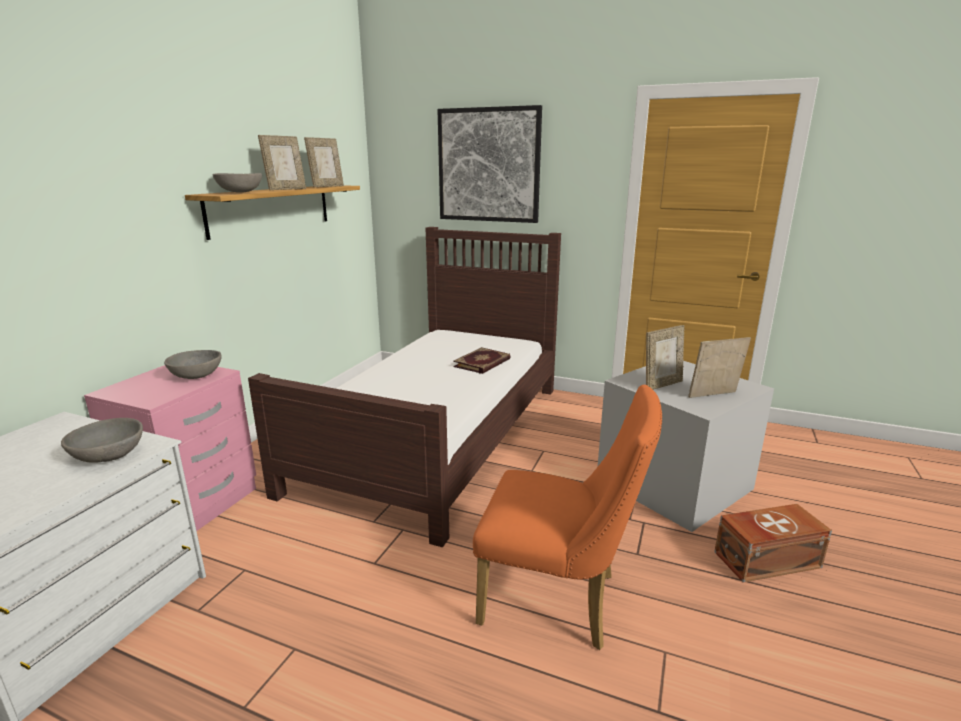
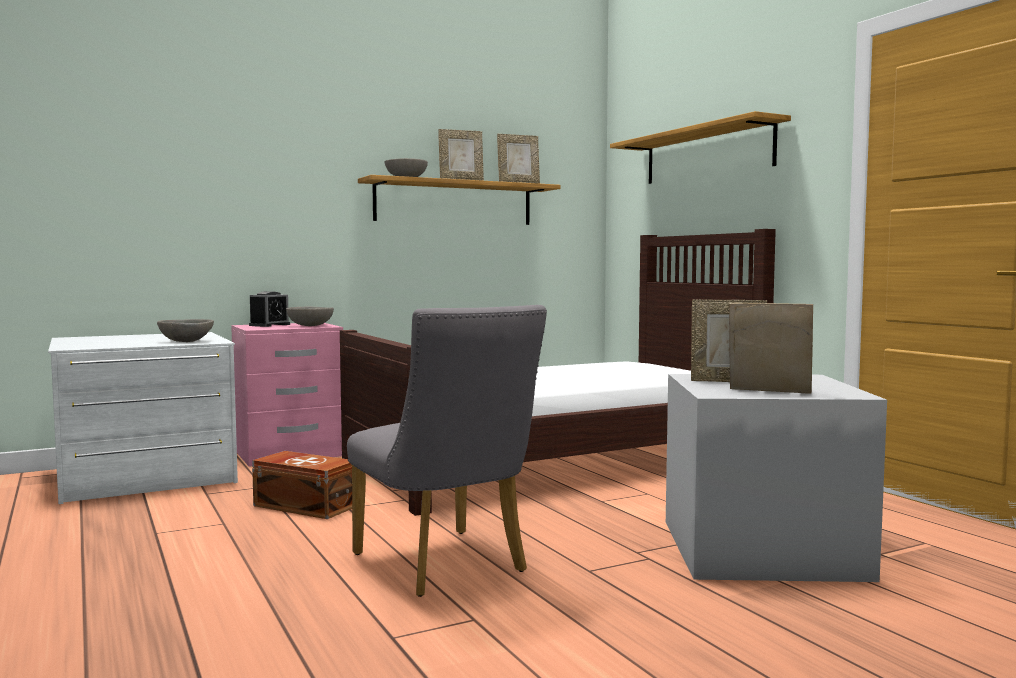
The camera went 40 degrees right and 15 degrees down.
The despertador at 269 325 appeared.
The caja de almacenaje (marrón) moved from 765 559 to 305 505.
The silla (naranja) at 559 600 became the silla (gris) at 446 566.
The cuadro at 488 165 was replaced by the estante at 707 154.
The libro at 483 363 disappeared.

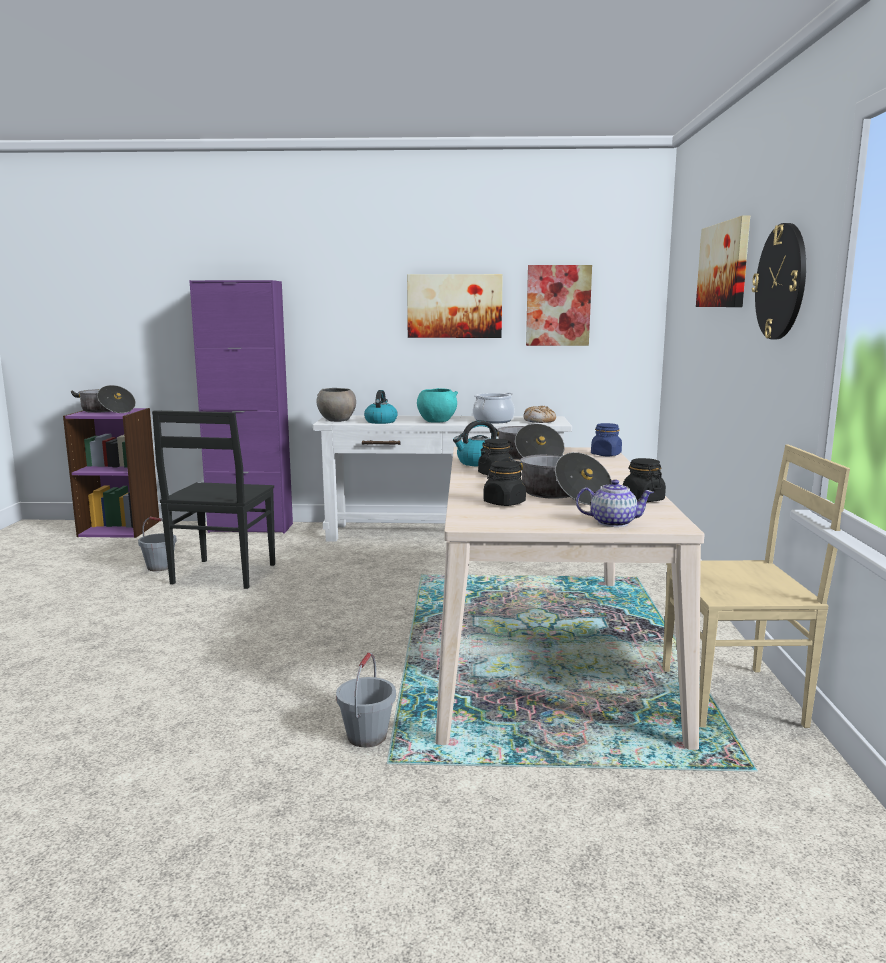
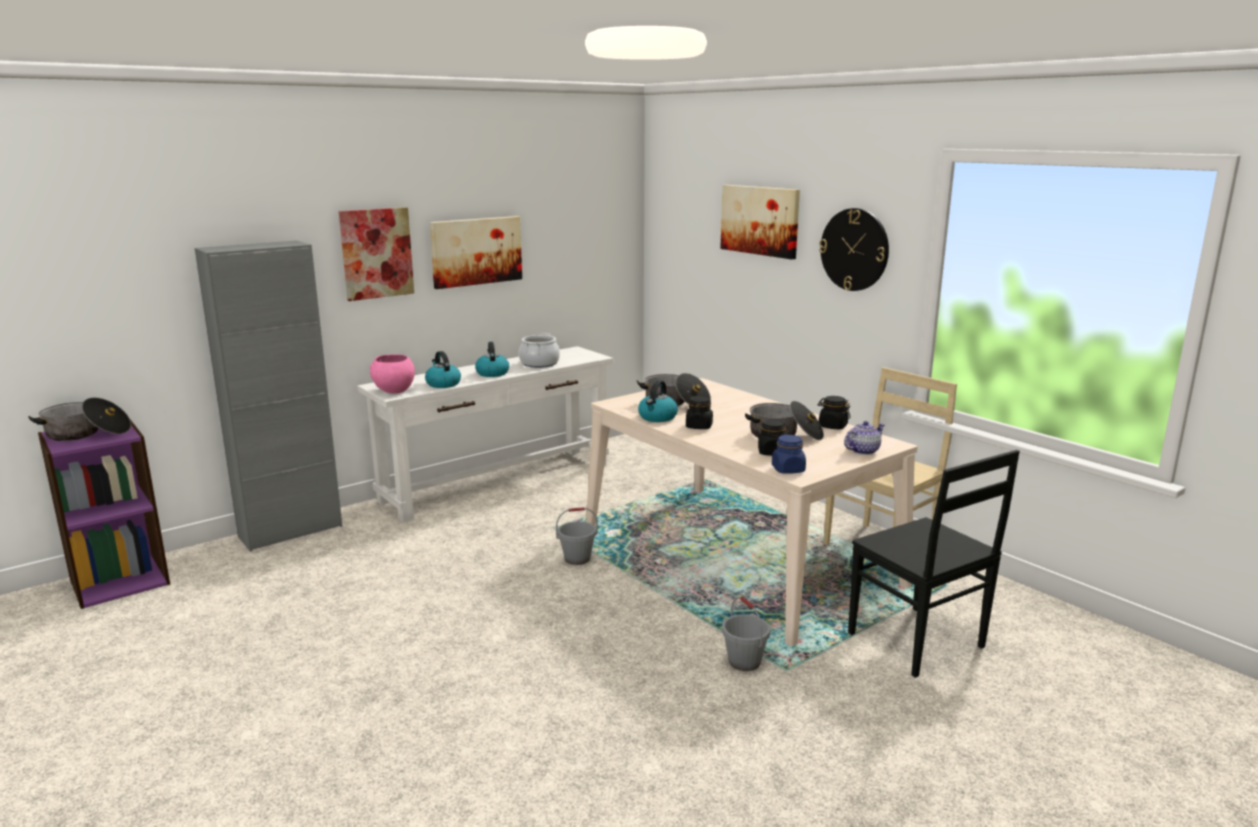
The camera went 40 degrees left and 5 degrees up.
The armario (morado) at 251 528 became the armario (gris) at 290 531.
The cuadro moved from 558 305 to 376 253.
The cuenco (gris) at 336 420 became the cuenco (rosa) at 394 390.
The cuenco (turquesa) at 436 421 was replaced by the hervidor at 492 373.
The cubo (gris) moved from 160 567 to 577 558.
The tarro (azul) moved from 606 455 to 788 470.
The silla (negro) moved from 222 575 to 918 642.
The pan at 539 421 disappeared.

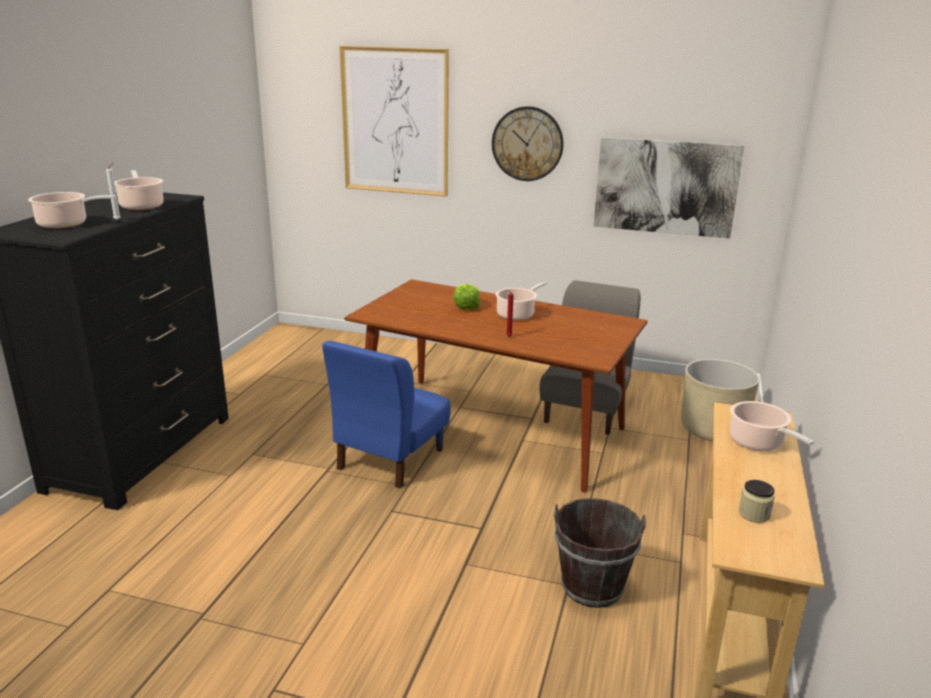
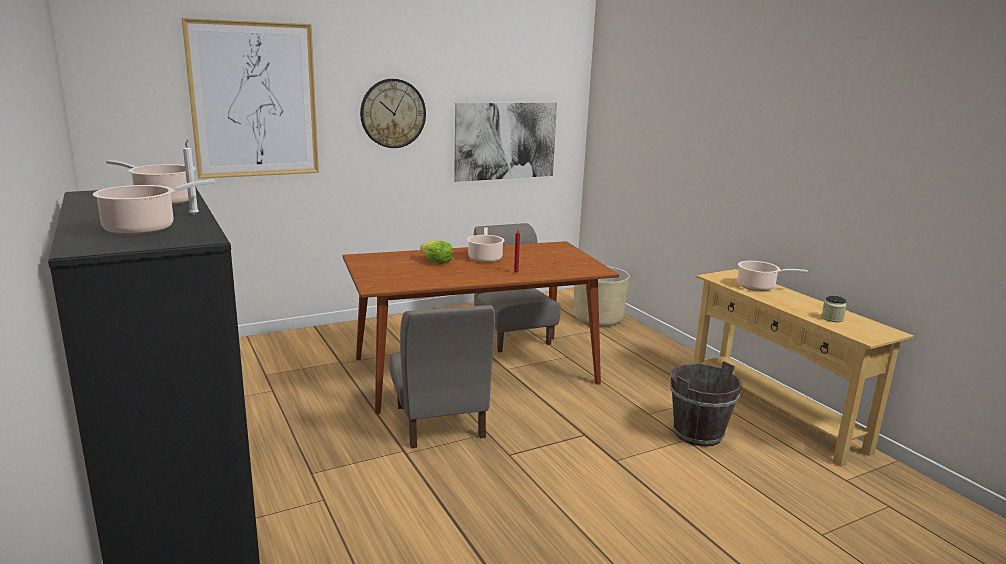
The camera went 45 degrees left and 5 degrees down.
The silla (azul) at 389 459 became the silla (gris) at 439 422.

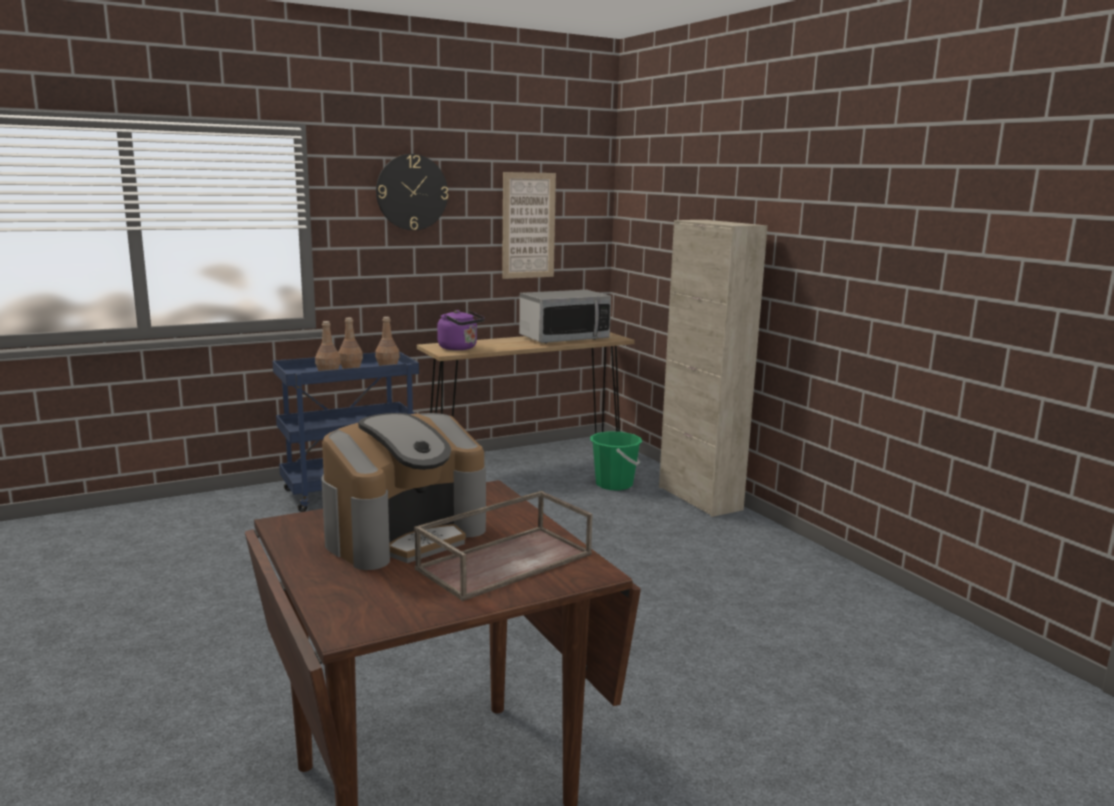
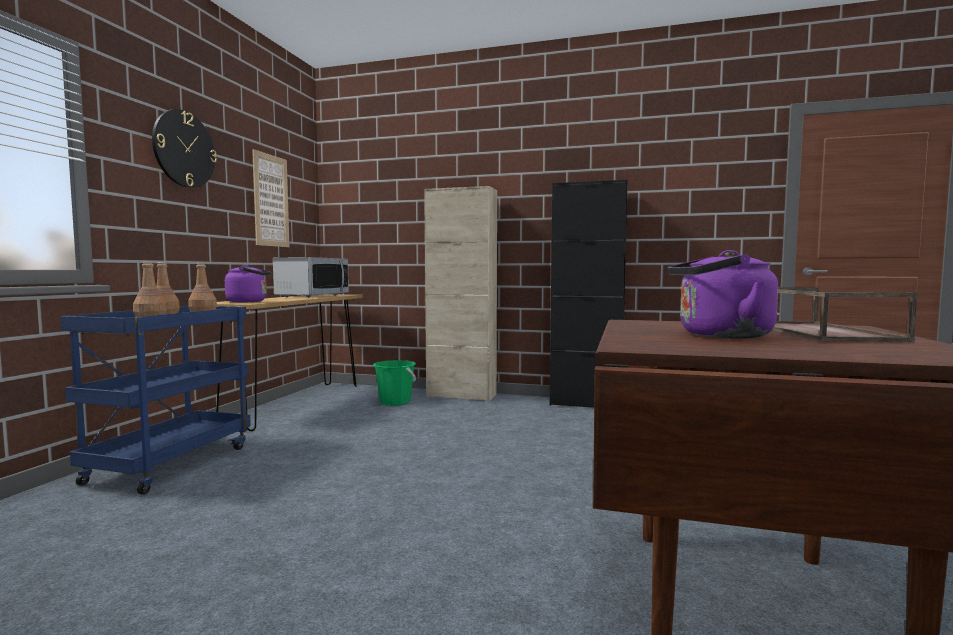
The camera went 45 degrees left and 10 degrees down.
The armario (negro) at 586 404 appeared.
The cafetera at 404 534 was replaced by the hervidor (morado) at 719 335.

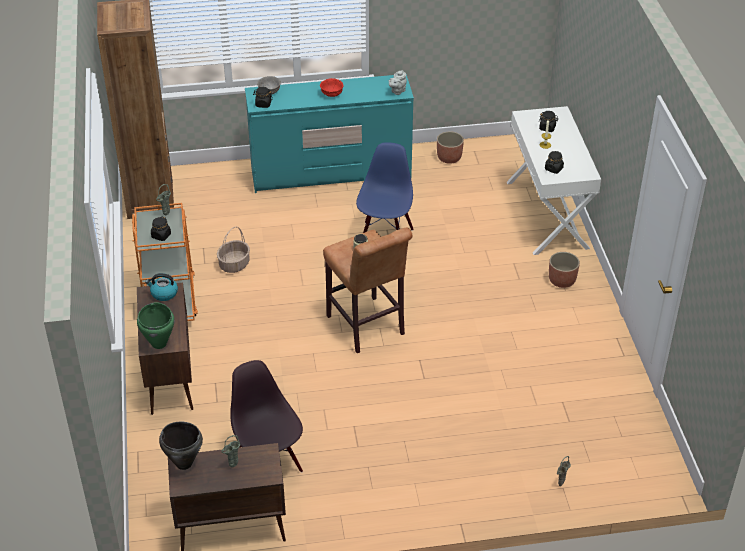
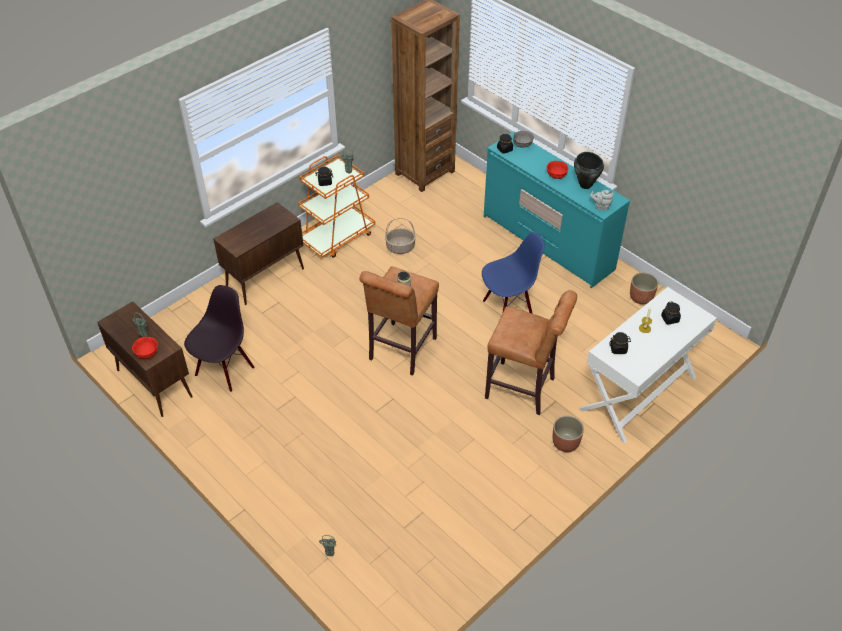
The camera went 55 degrees right and 5 degrees up.
The cuenco (rojo) at 146 353 appeared.
The taburete (marrón) at 523 389 appeared.
The olla (negro) moved from 184 463 to 585 185.
The olla (verde) at 159 343 disappeared.
The hervidor at 163 293 disappeared.

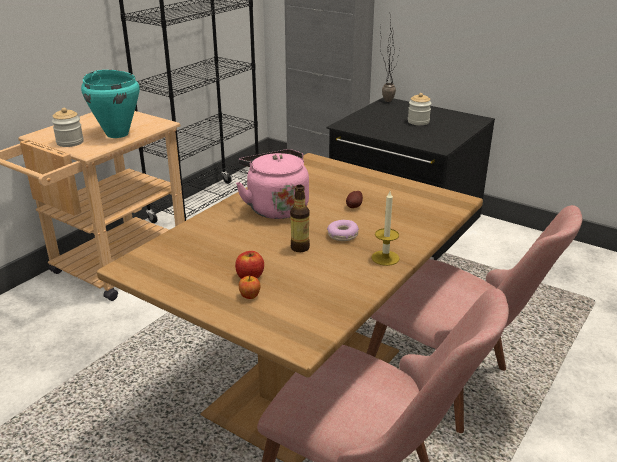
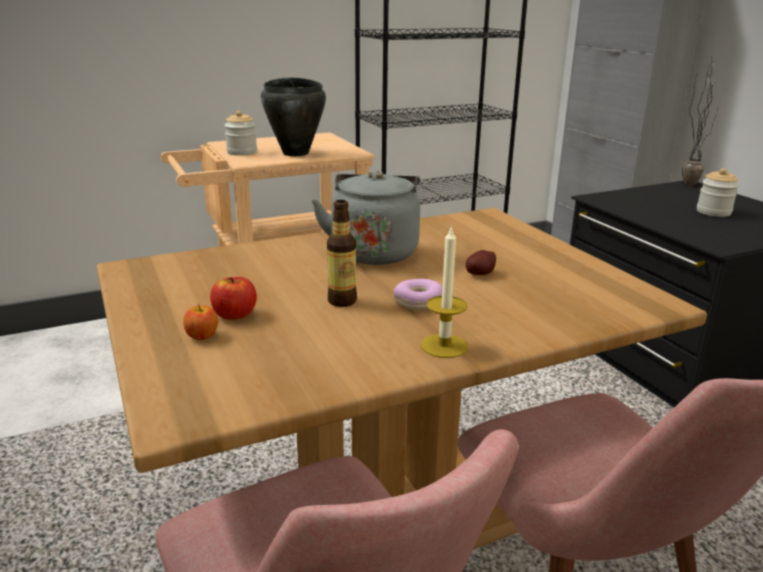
The camera went 30 degrees right and 5 degrees down.
The olla (turquesa) at 117 134 became the olla (negro) at 296 153.
The hervidor (rosa) at 275 207 became the hervidor (gris) at 374 251.

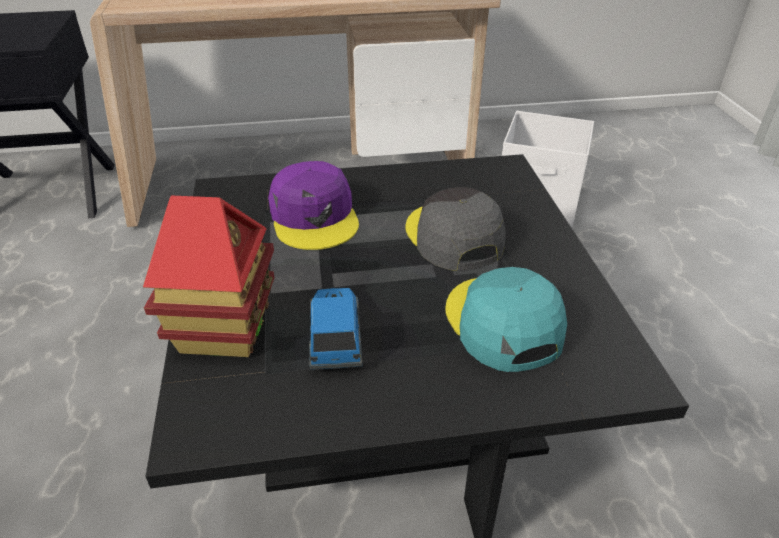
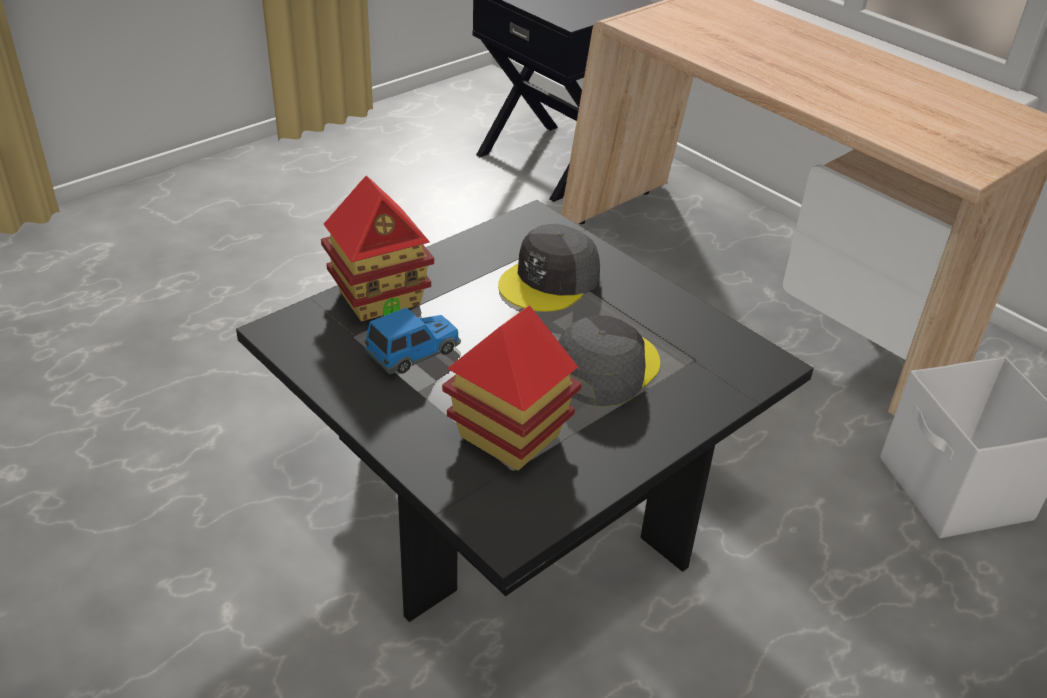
The camera went 55 degrees right and 0 degrees up.
The gorra (turquesa) at 502 324 was replaced by the casita at 509 436.
The gorra (morado) at 314 217 became the gorra (gris) at 550 280.

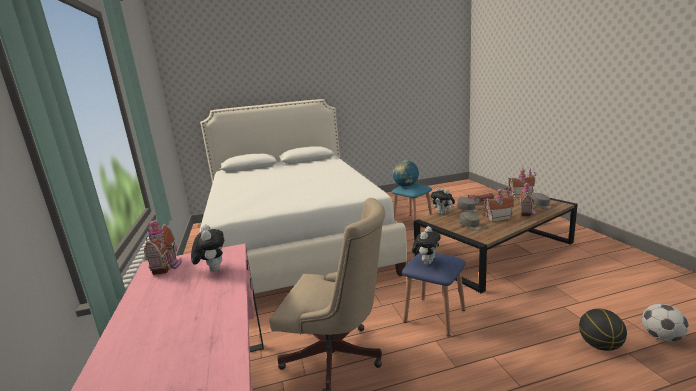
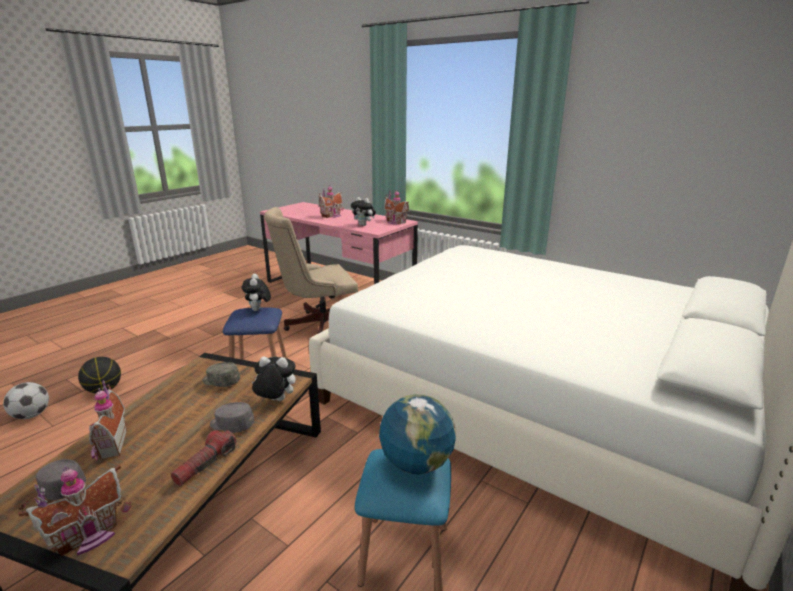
The camera went 140 degrees right and 5 degrees up.
The casita moved from 497 218 to 332 216.

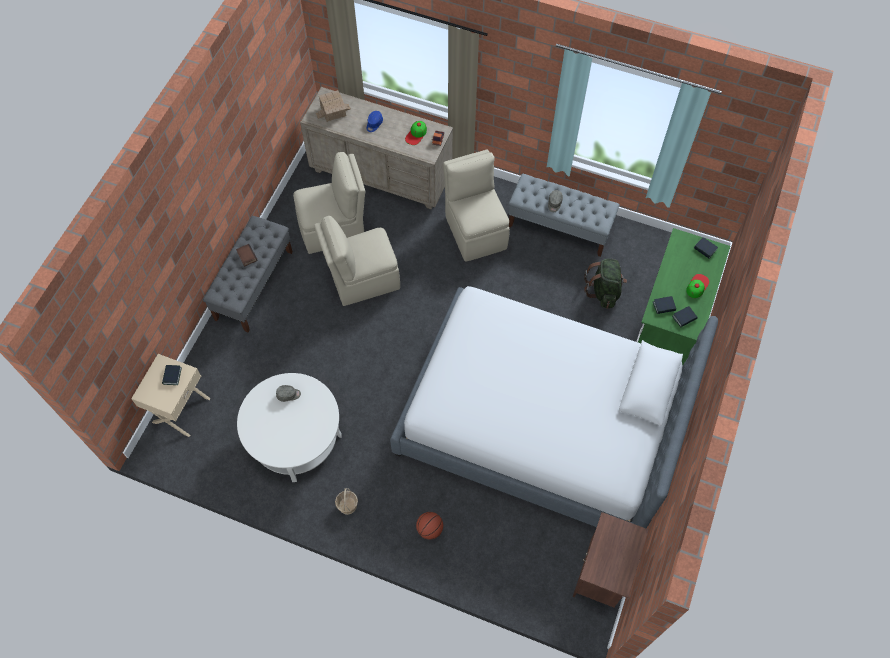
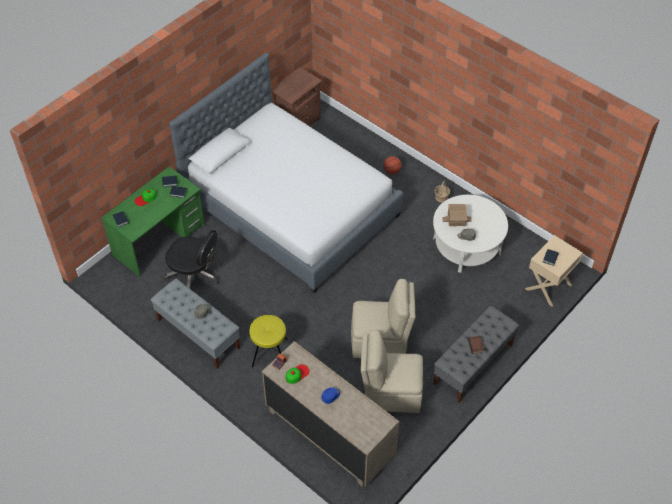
The camera went 160 degrees left and 10 degrees down.
The mochila (verde) at 604 291 was replaced by the silla de oficina (negro) at 194 274.
The silla (beis) at 475 231 was replaced by the taburete (amarillo) at 269 353.
The casita moved from 333 111 to 456 220.

